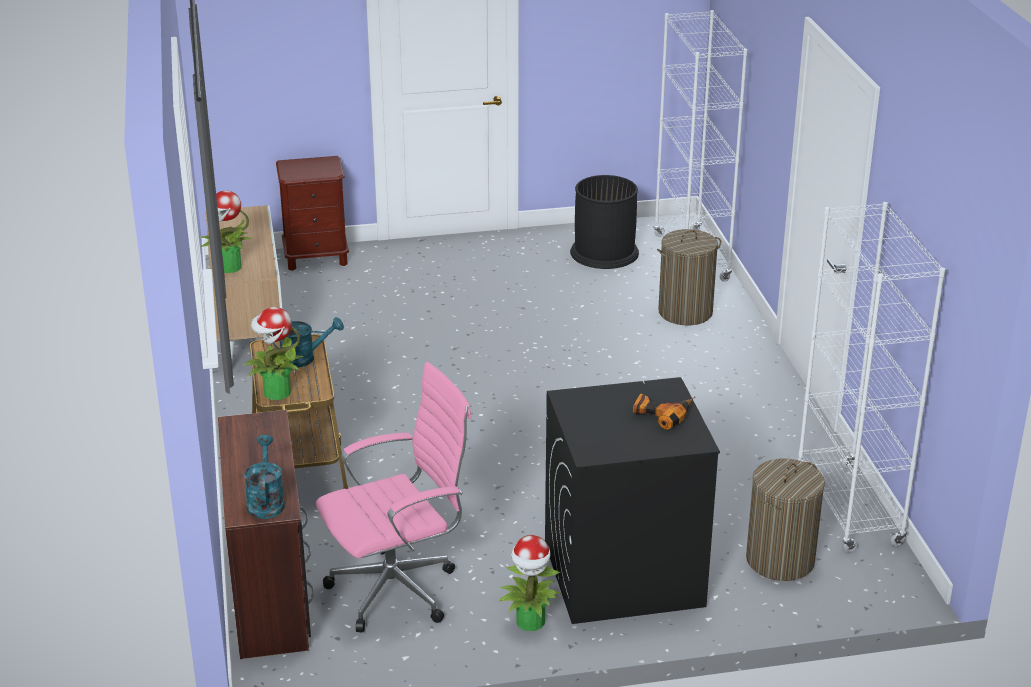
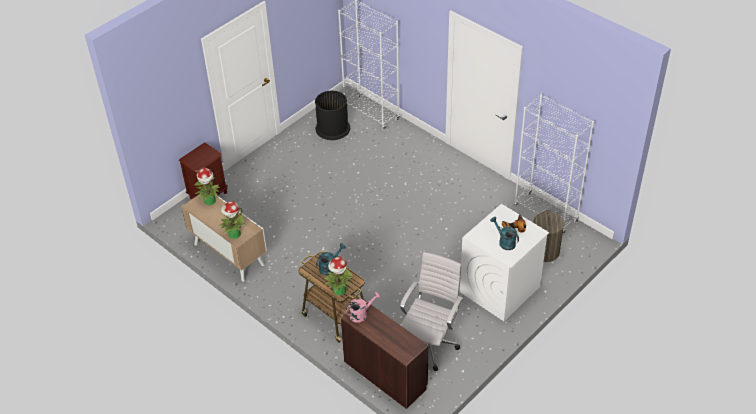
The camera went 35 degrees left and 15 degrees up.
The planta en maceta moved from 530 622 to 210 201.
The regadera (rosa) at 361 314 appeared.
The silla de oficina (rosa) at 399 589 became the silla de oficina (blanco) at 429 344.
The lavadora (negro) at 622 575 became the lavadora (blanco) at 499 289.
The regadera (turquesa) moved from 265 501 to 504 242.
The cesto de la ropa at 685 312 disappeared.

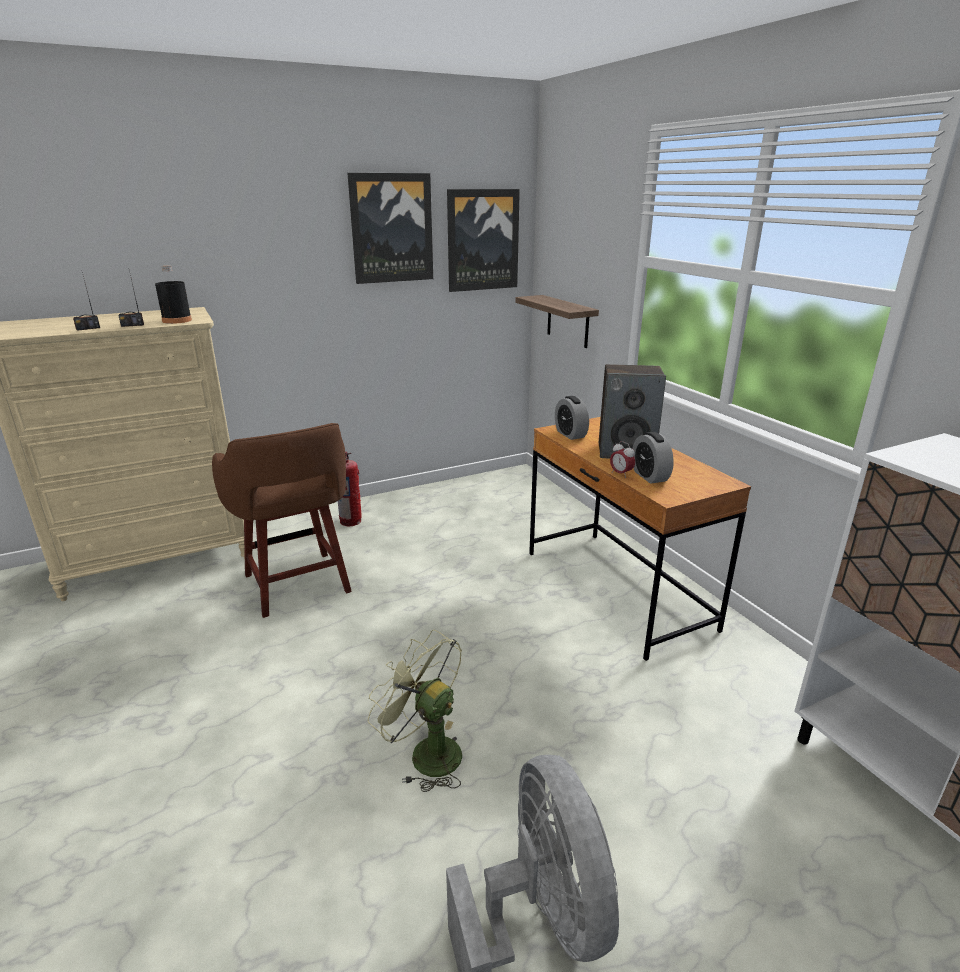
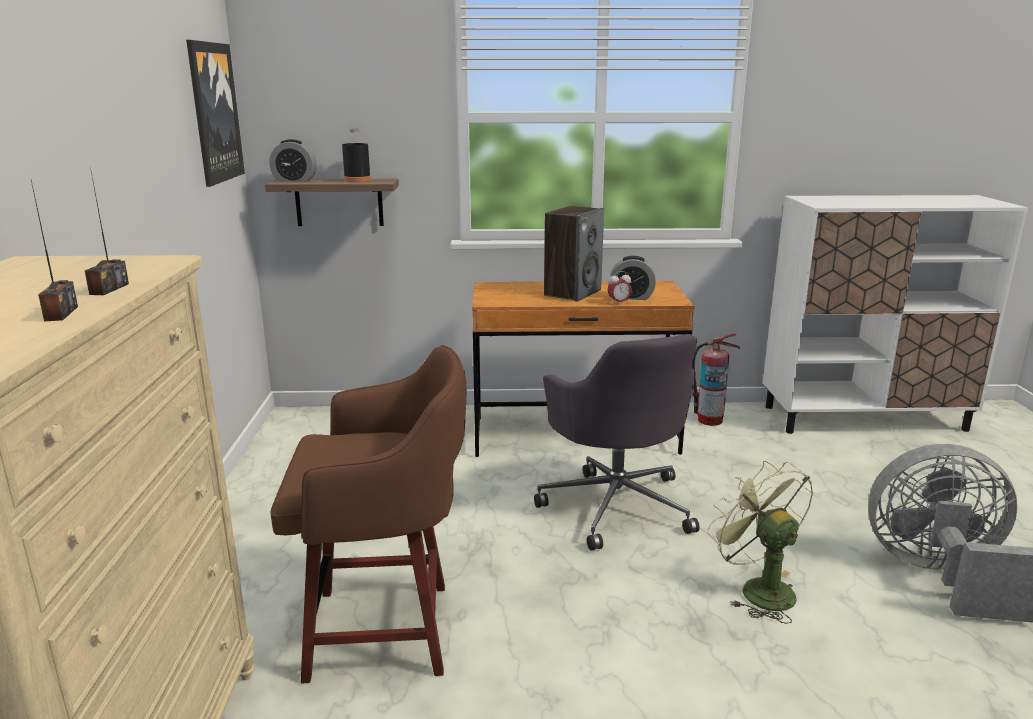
The camera went 65 degrees left and 5 degrees down.
The despertador moved from 570 434 to 294 180.
The botella (negro) moved from 177 320 to 357 180.
The silla de oficina (gris) at 616 505 appeared.
The extintor moved from 351 521 to 709 420.
The ventilador (verde) at 426 752 turned 90 degrees clockwise.
The cuadro at 391 228 disappeared.

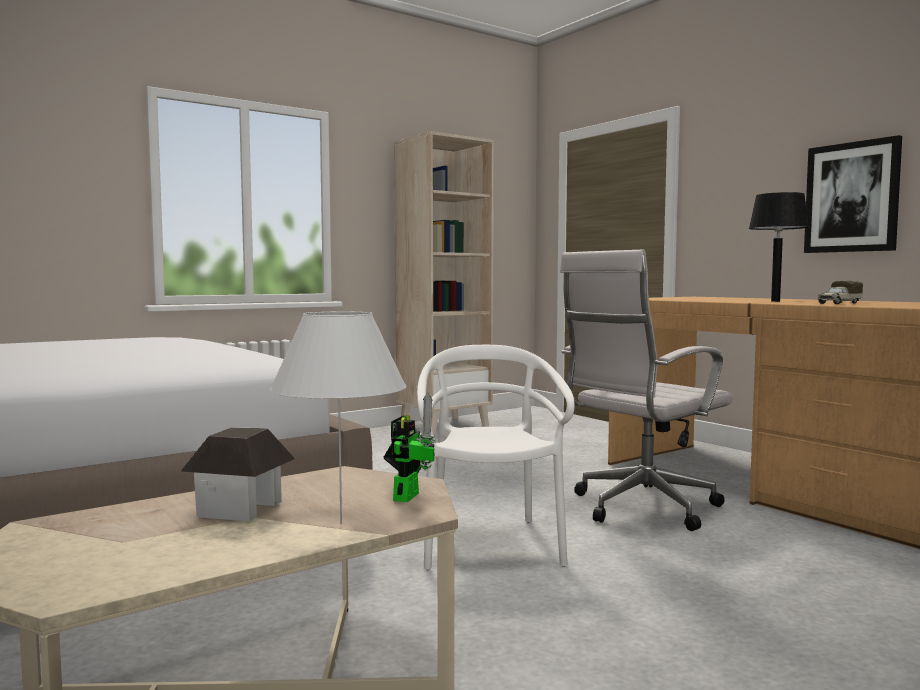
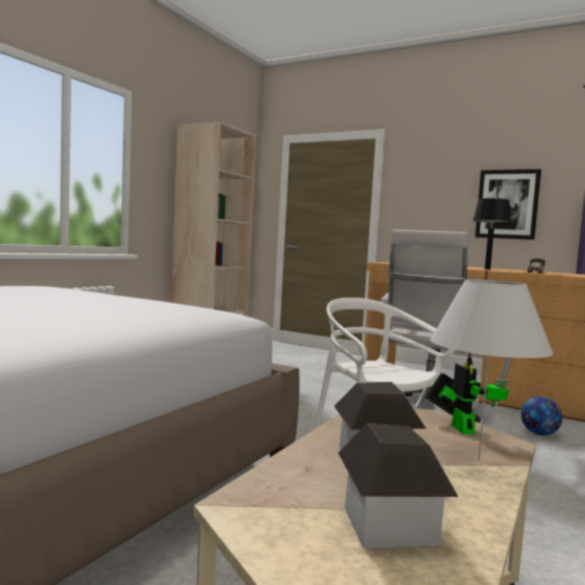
The camera went 25 degrees left and 0 degrees up.
The casita at 389 525 appeared.
The balón de fútbol at 539 434 appeared.

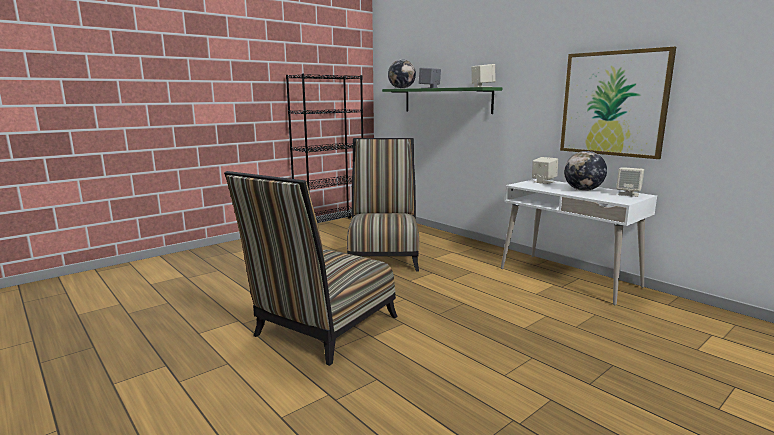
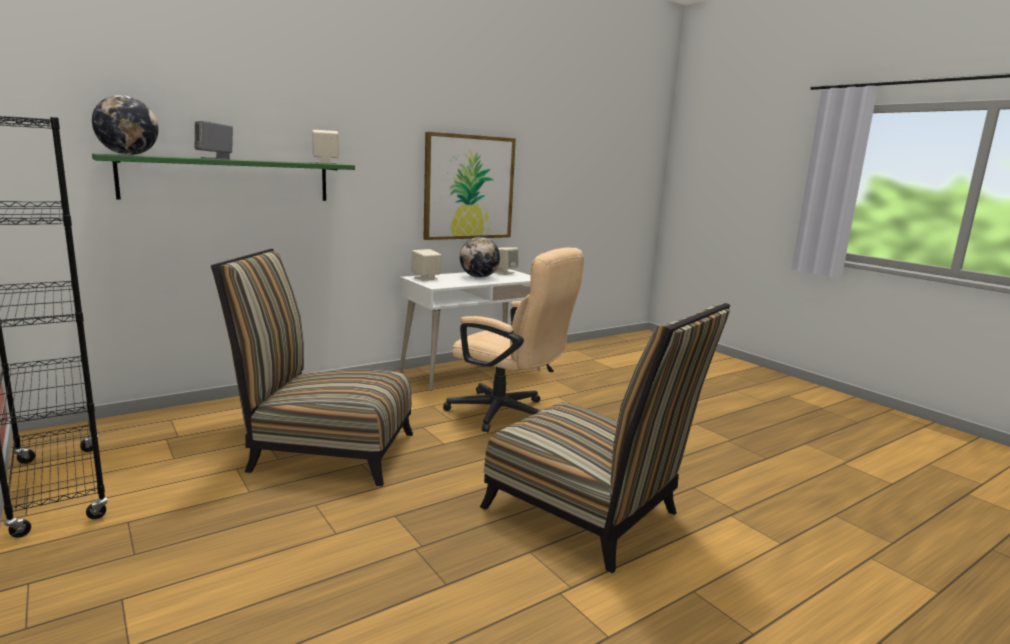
The camera went 85 degrees left and 0 degrees up.
The silla de oficina (beis) at 508 414 appeared.

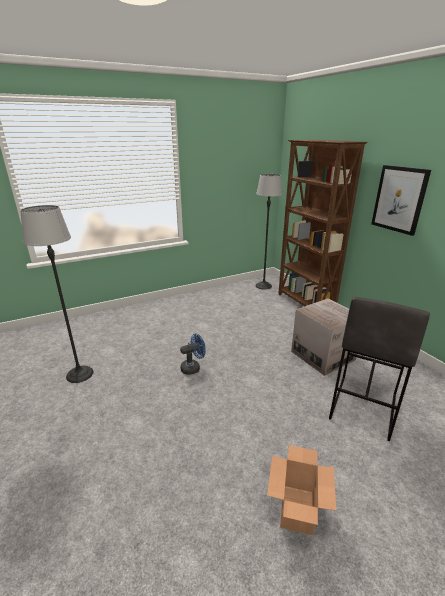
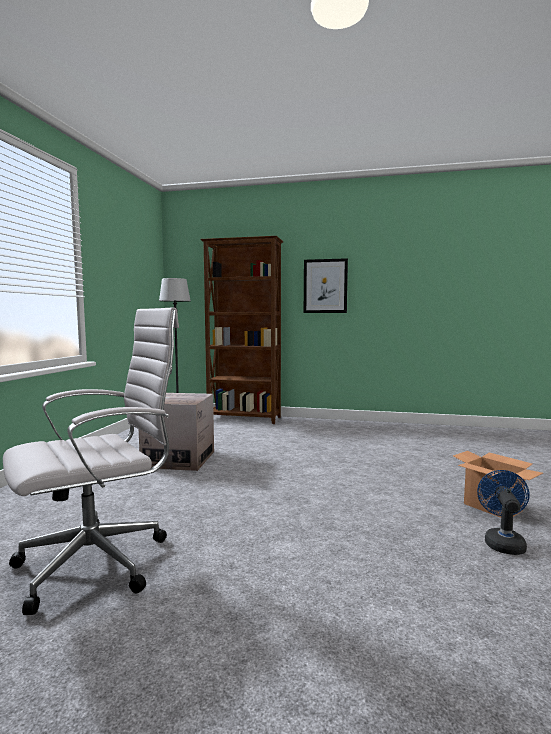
The camera went 50 degrees left and 20 degrees down.
The lámpara de pie at 79 374 was replaced by the silla de oficina (blanco) at 100 562.
The caja de cartón moved from 323 355 to 179 459.
The ventilador (azul) moved from 193 367 to 502 542.
The taburete (gris) at 362 406 disappeared.

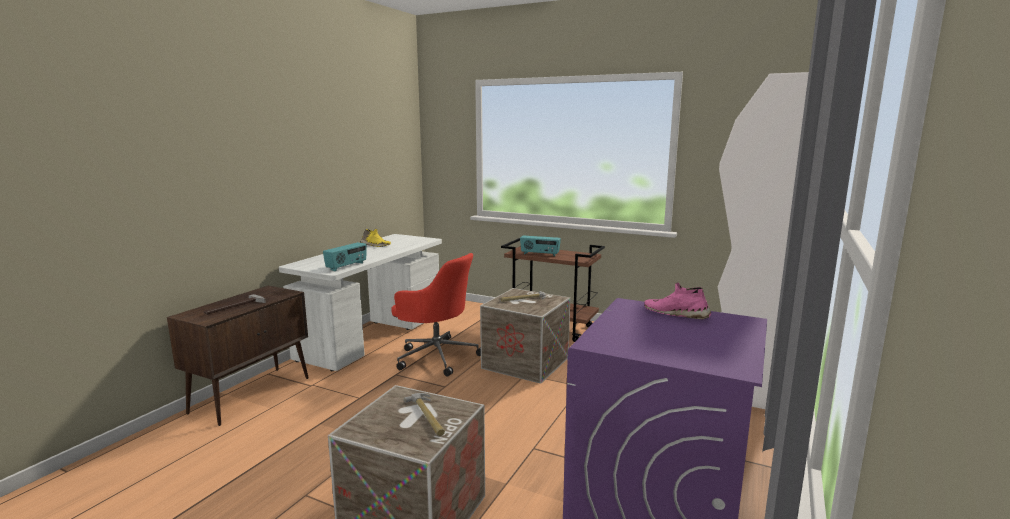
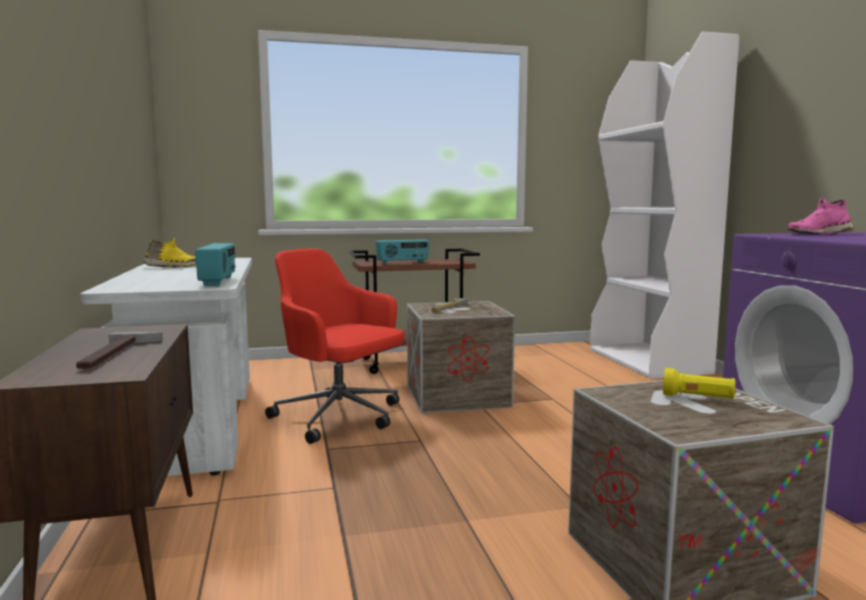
The camera went 40 degrees left and 5 degrees down.
The silla de oficina (rojo) at 436 356 turned 135 degrees counterclockwise.
The martillo at 427 416 was replaced by the linterna (amarillo) at 698 398.

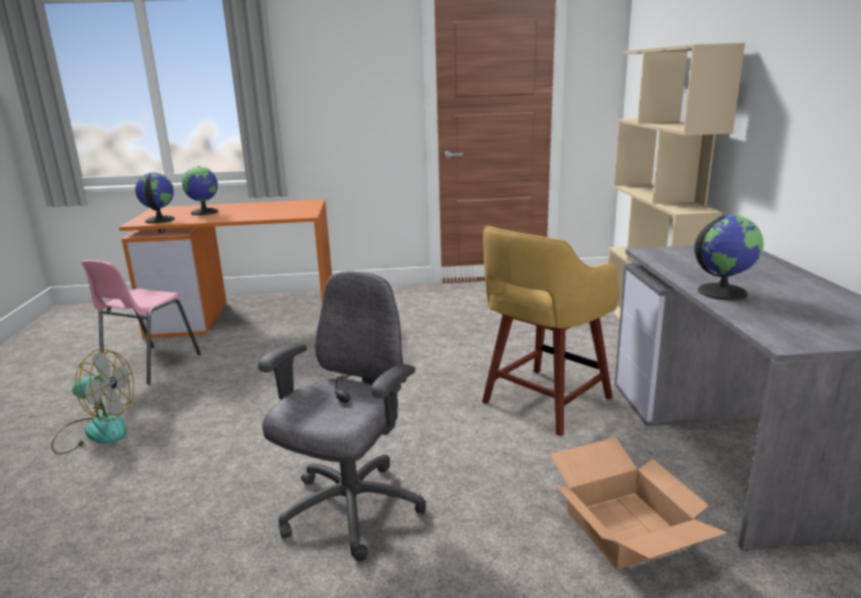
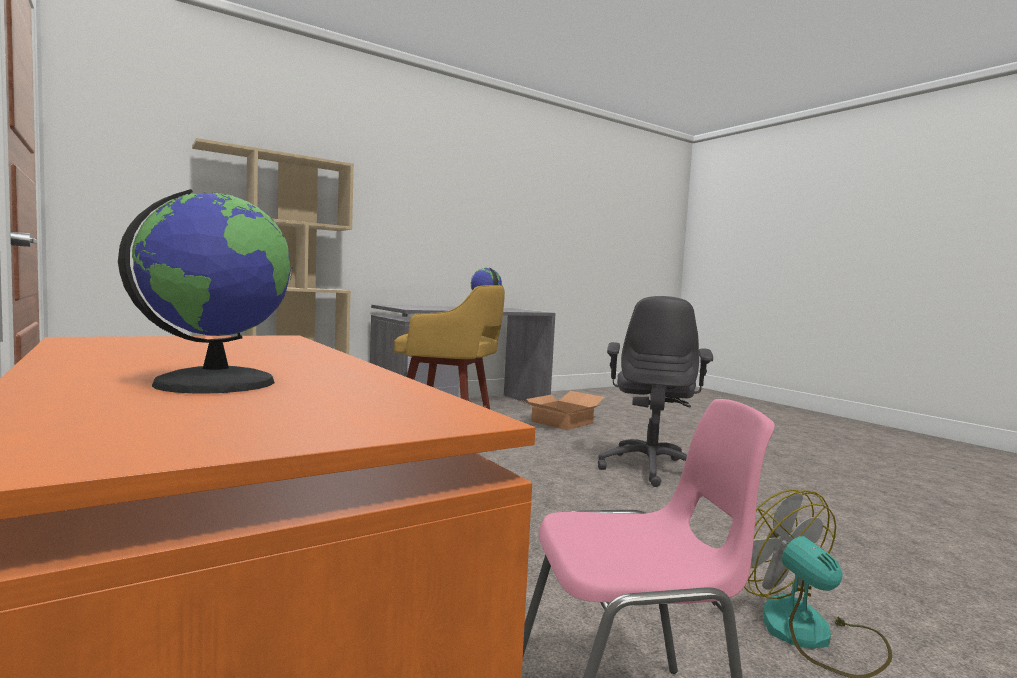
The camera went 120 degrees left and 15 degrees down.
The silla de oficina (gris) at 350 510 turned 75 degrees counterclockwise.
The globo terráqueo at 159 220 disappeared.

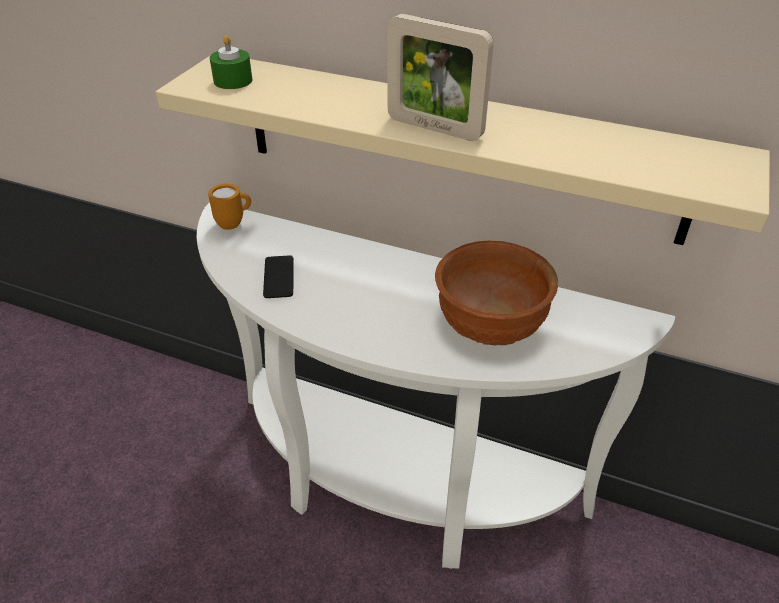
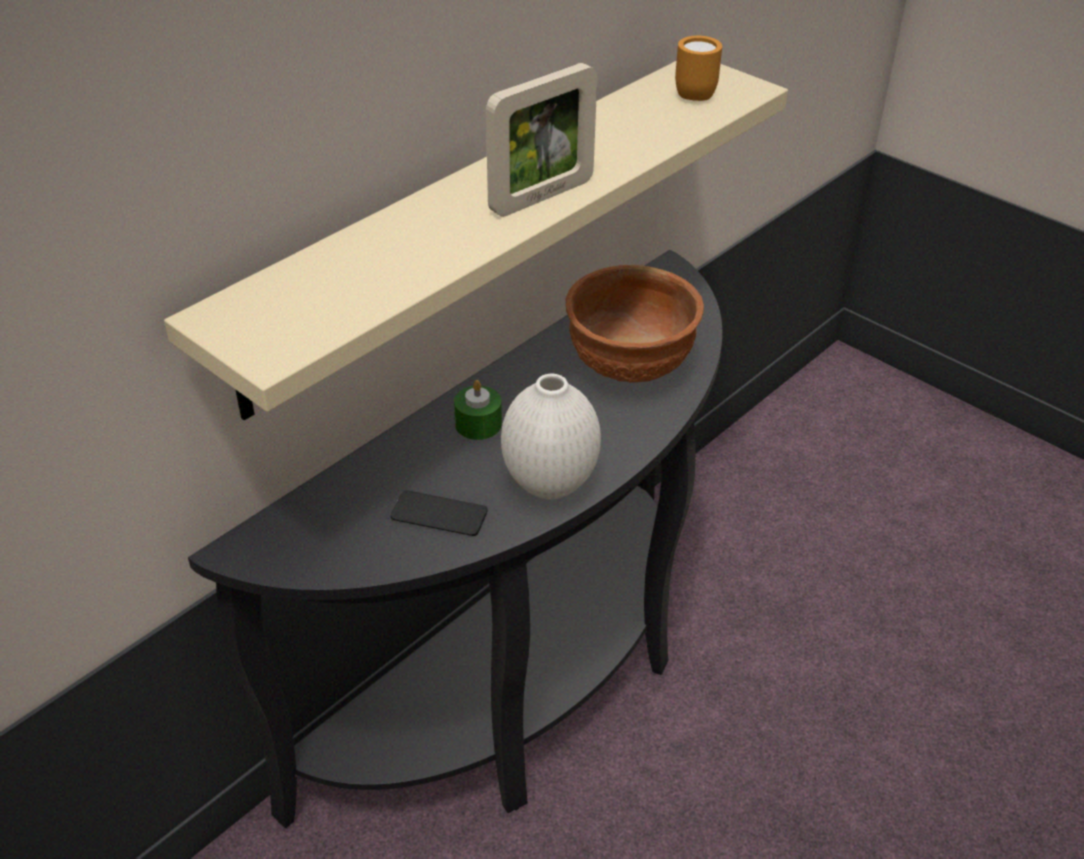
The camera went 70 degrees left and 0 degrees up.
The mesa consola (blanco) at 393 486 became the mesa consola (negro) at 528 689.
The vela (verde) moved from 233 81 to 478 424.
The florero (blanco) at 550 484 appeared.
The taza grande (naranja) moved from 234 224 to 695 94.

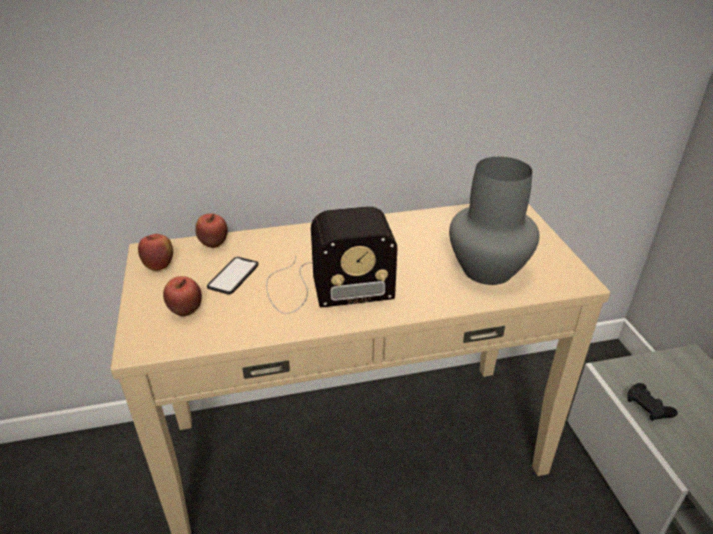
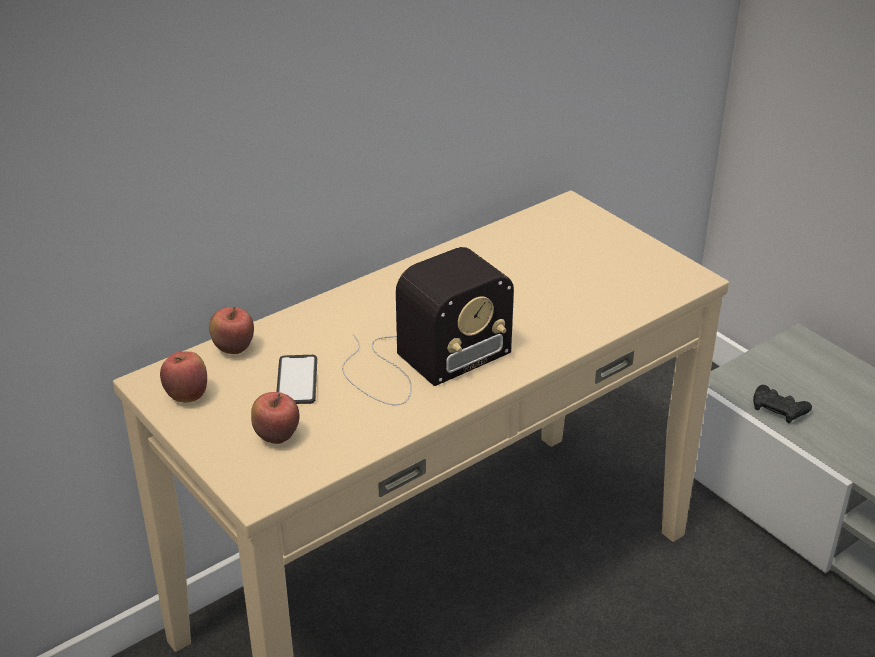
The camera went 25 degrees left and 0 degrees up.
The florero (gris) at 486 269 disappeared.

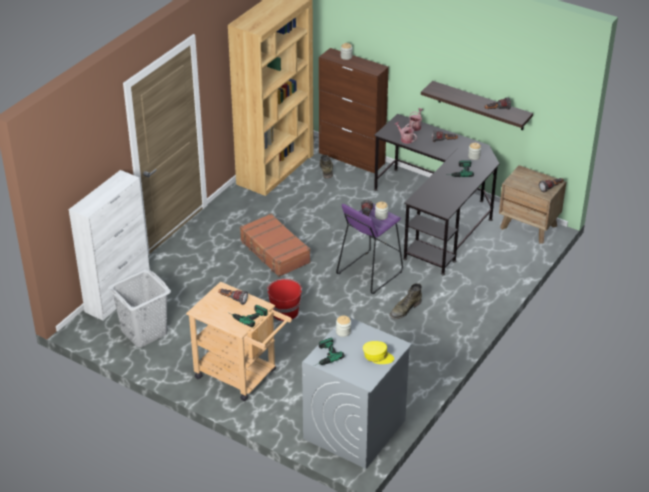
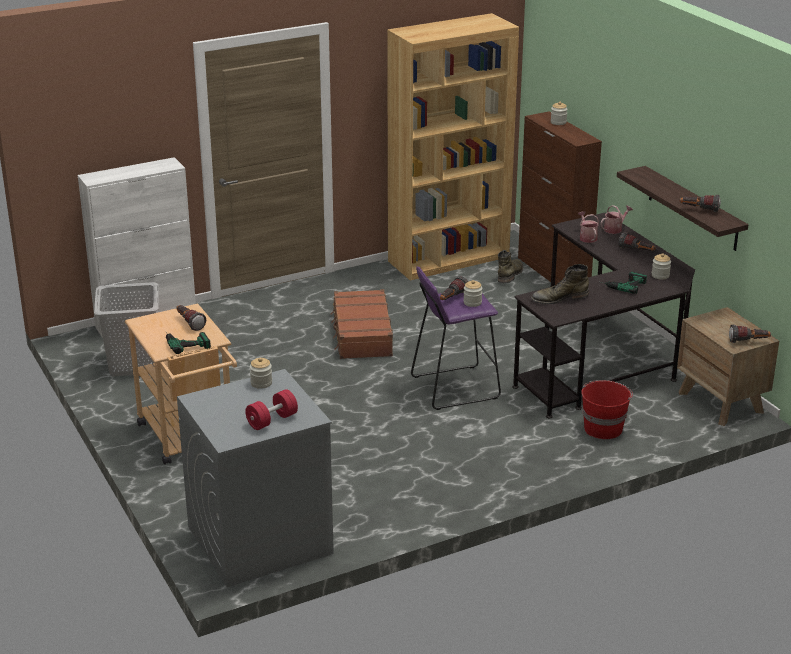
The camera went 30 degrees right and 10 degrees down.
The gorra (amarillo) at 377 356 was replaced by the mancuerna (rojo) at 272 420.
The bota (verde) moved from 405 309 to 559 298.
The cubo (rojo) moved from 285 311 to 603 428.
The taladro at 323 355 disappeared.

